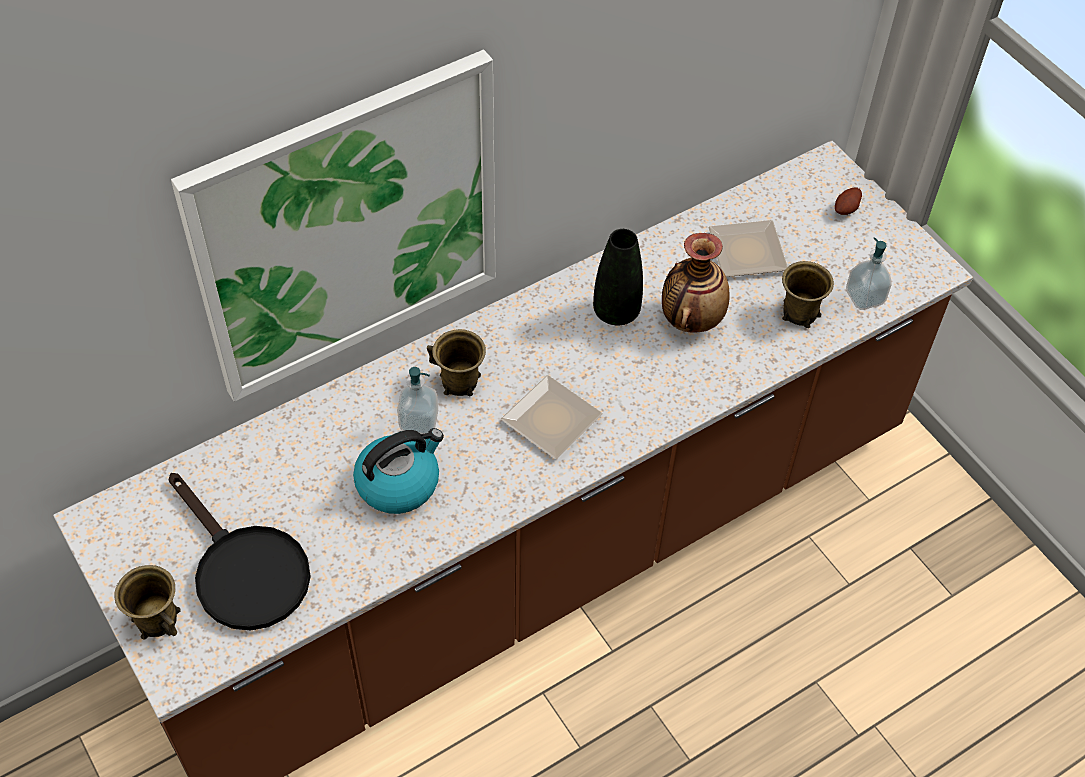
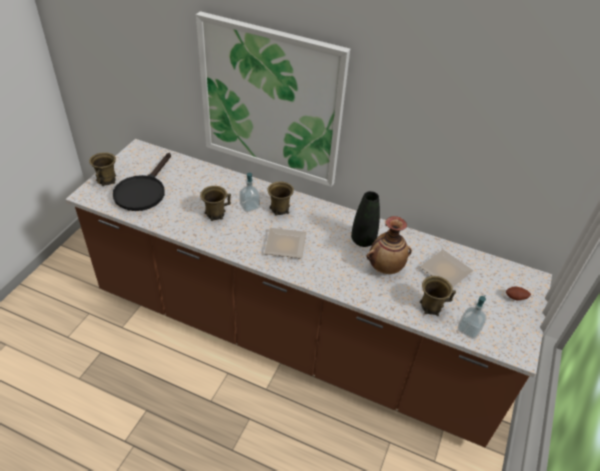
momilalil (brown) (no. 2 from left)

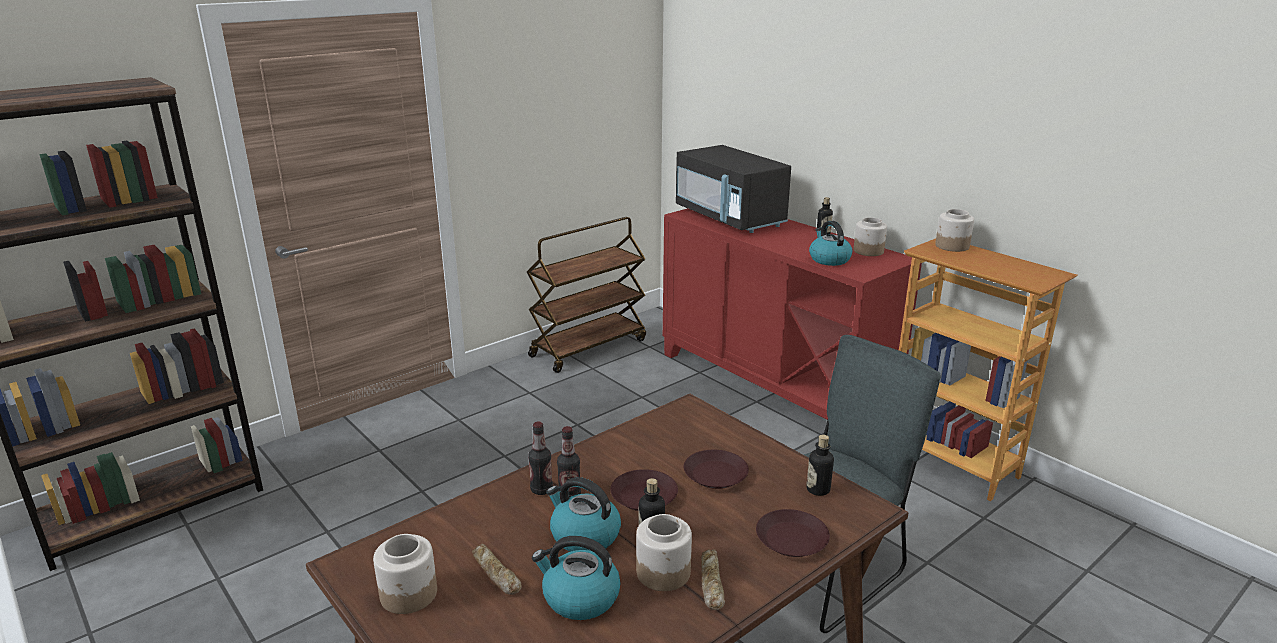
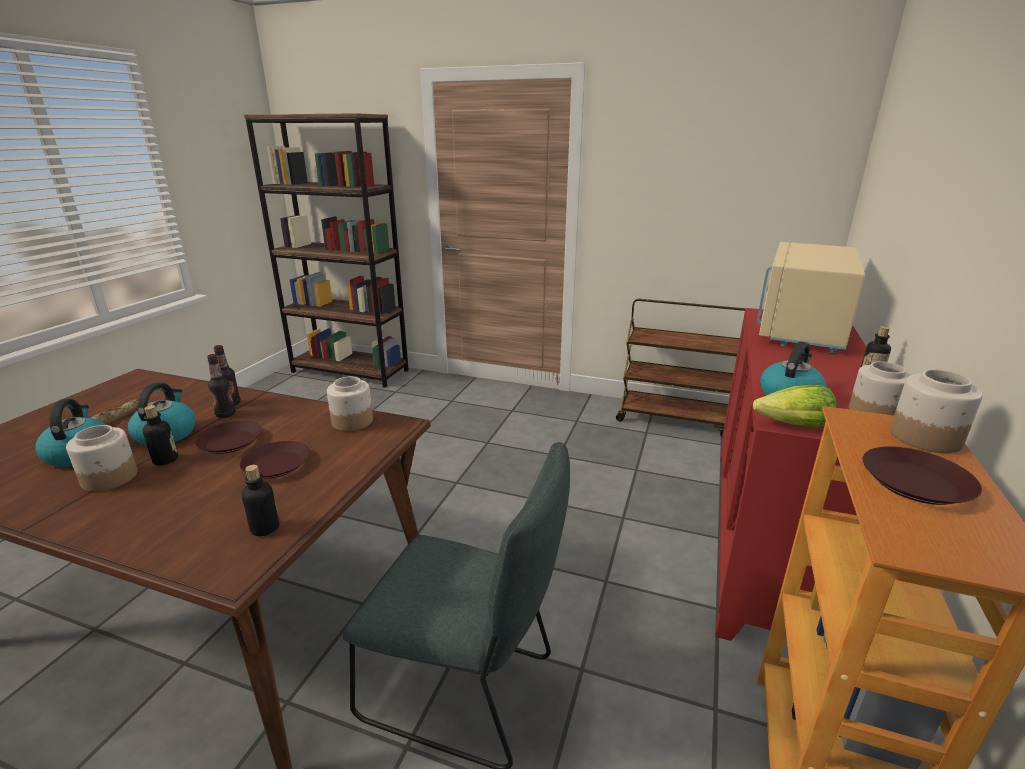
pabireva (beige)
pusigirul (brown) (no. 3 from left)
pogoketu (no. 2 from left)
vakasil (no. 2 from left in the first image)
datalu

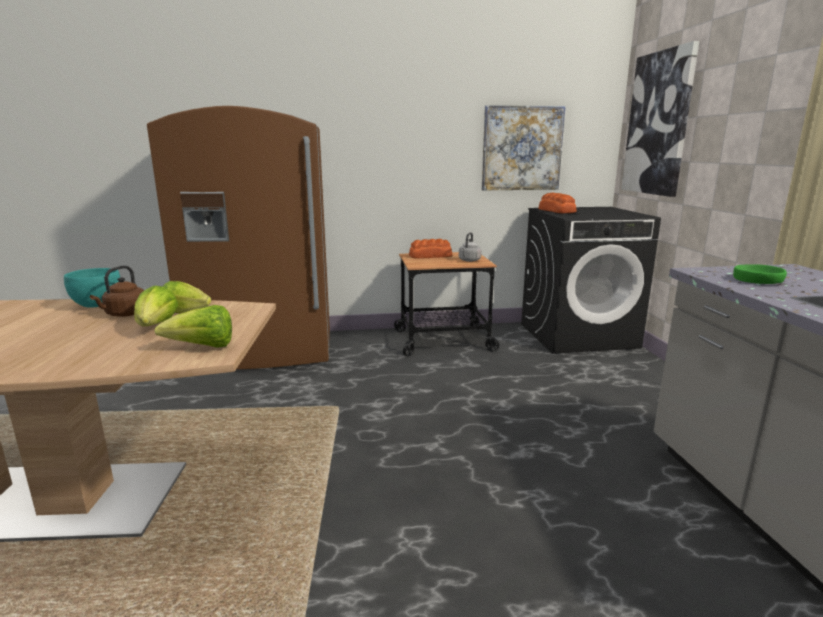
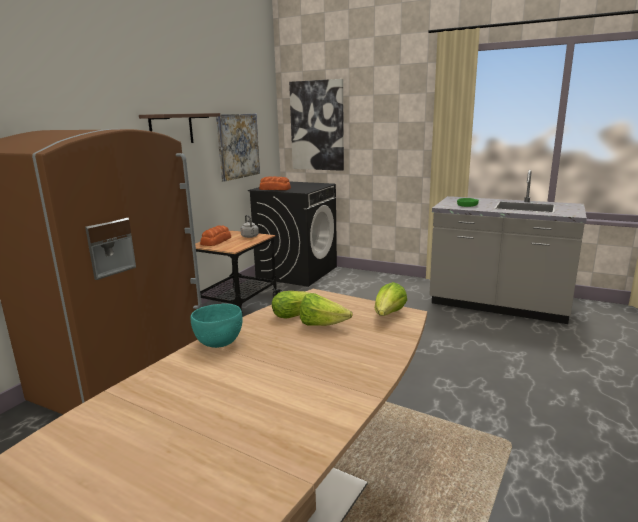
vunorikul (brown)
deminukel

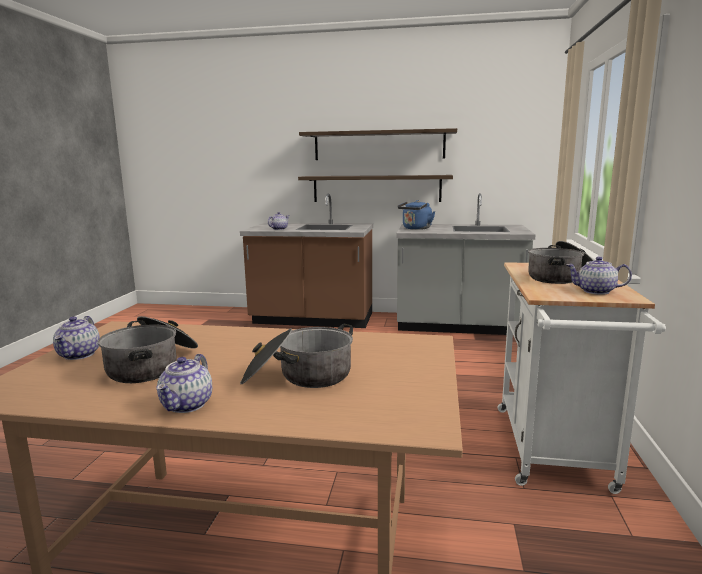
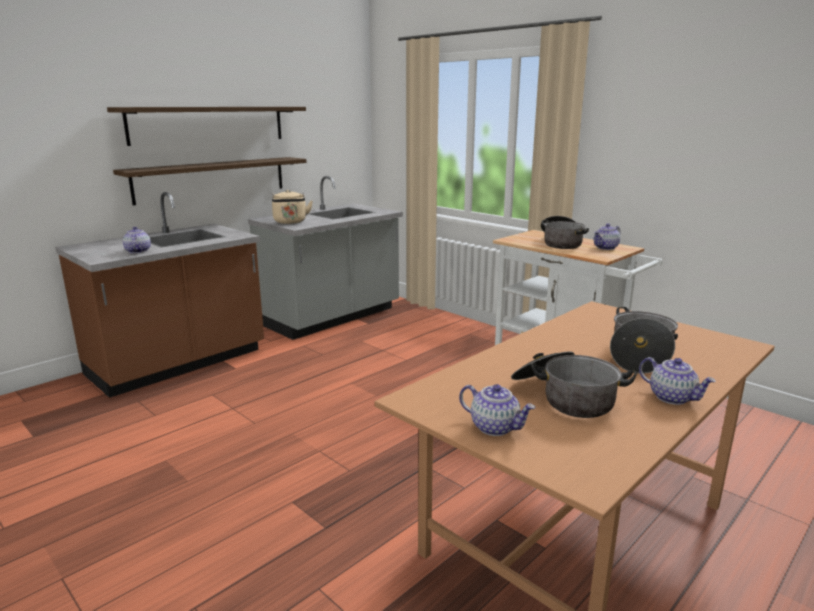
vunorikul (beige)

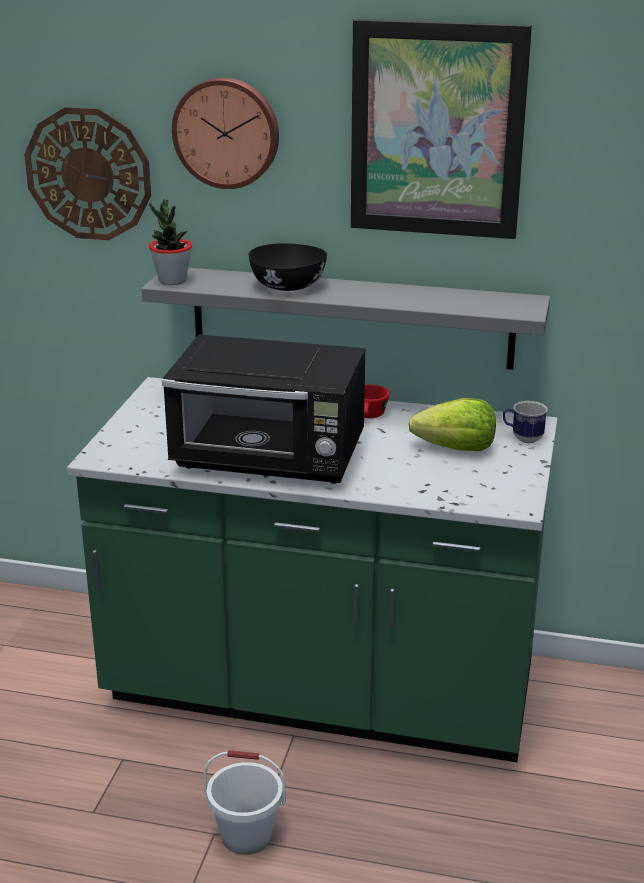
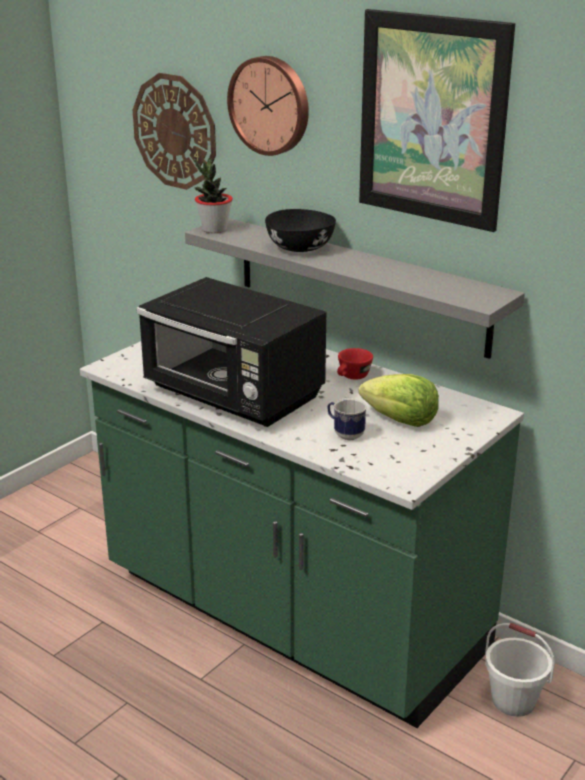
momilalil
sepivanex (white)

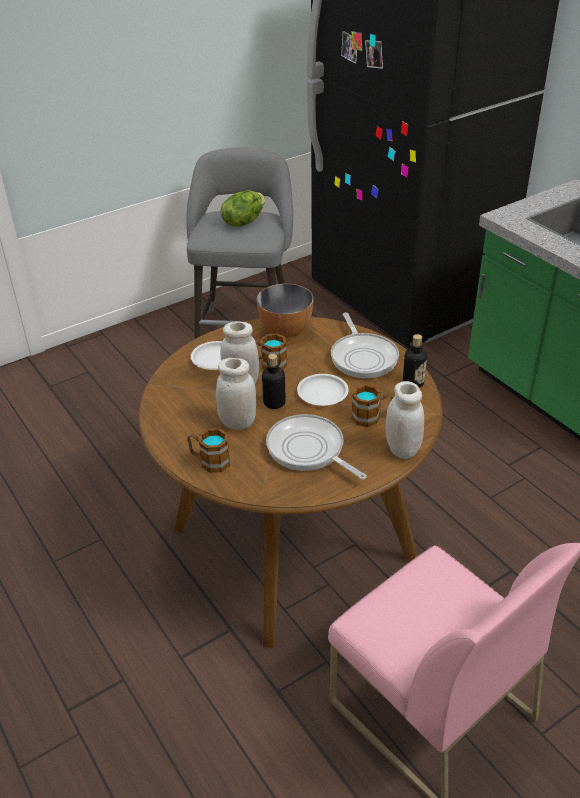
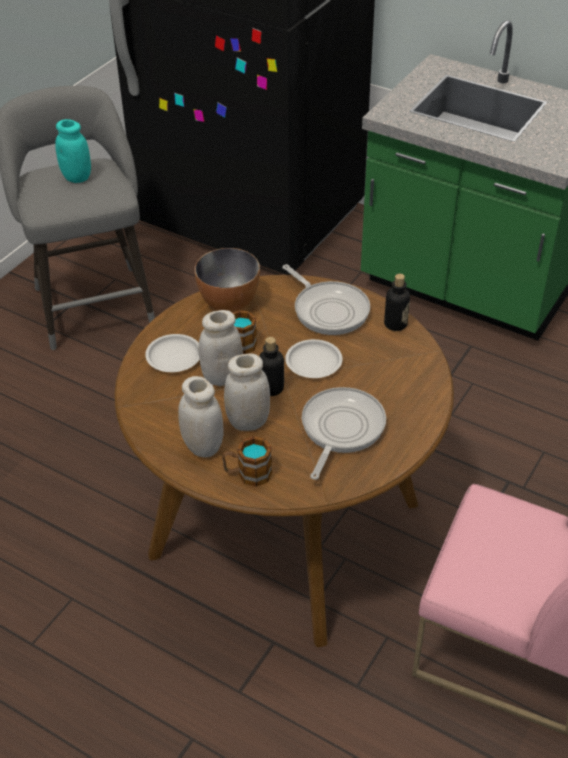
pogoketu (turquoise)
pogoketu (white) (no. 1 from left)
momilalil (no. 3 from left in the first image)
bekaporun (no. 2 from left)

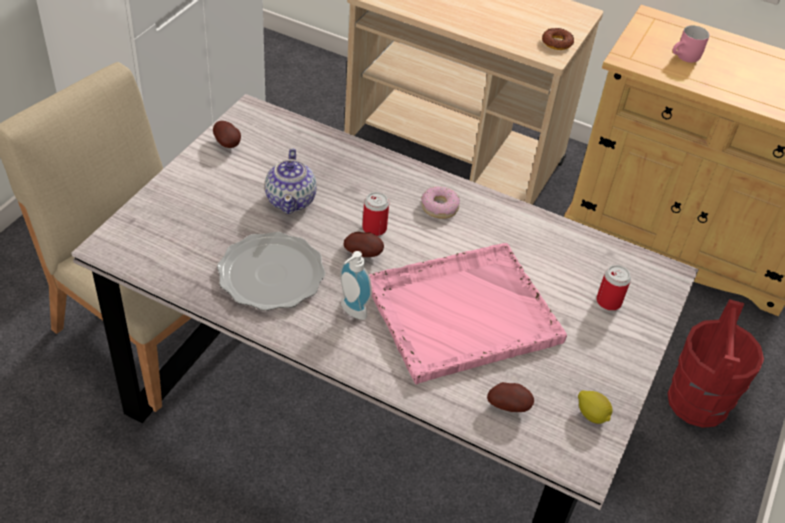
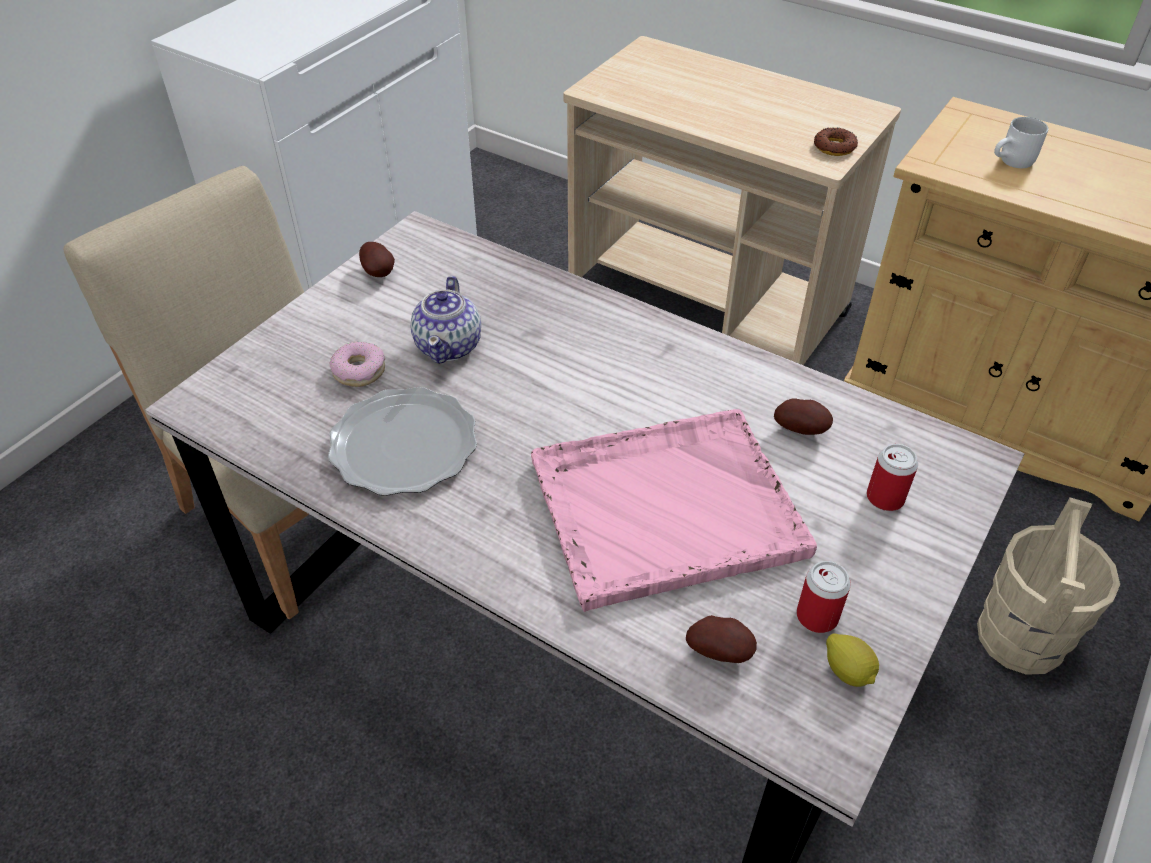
momilalil (white)
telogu (no. 1 from left)
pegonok (no. 1 from left)
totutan (no. 3 from left)
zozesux
sepivanex (beige)

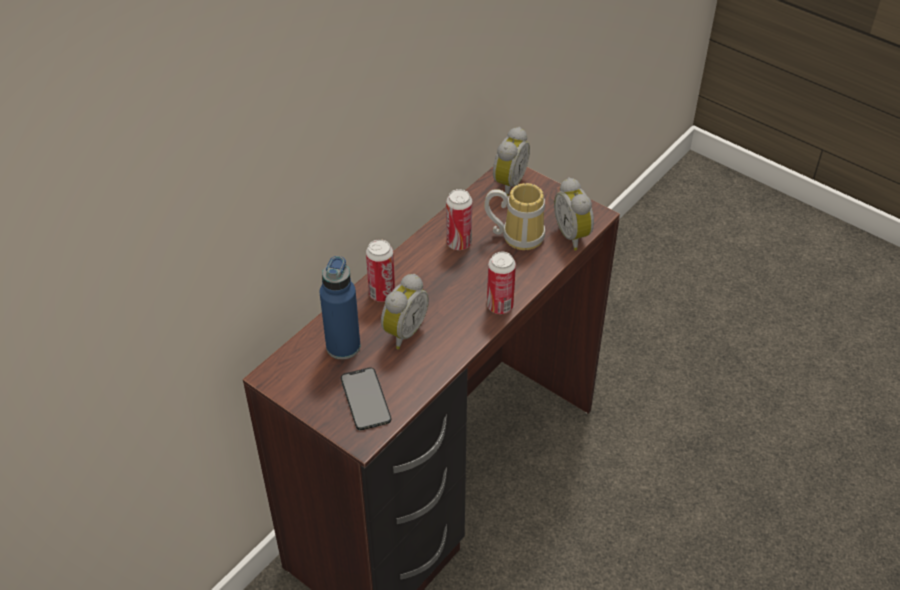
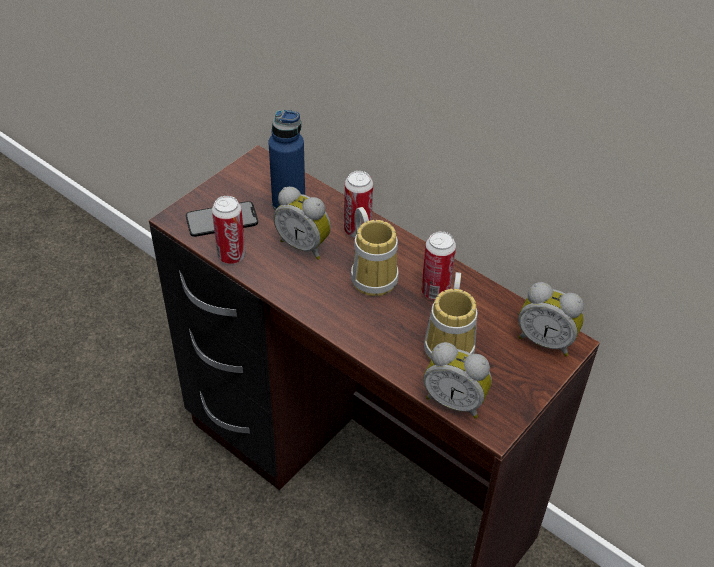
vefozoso (no. 2 from left)
pegonok (no. 1 from left)
momilalil (no. 1 from left)

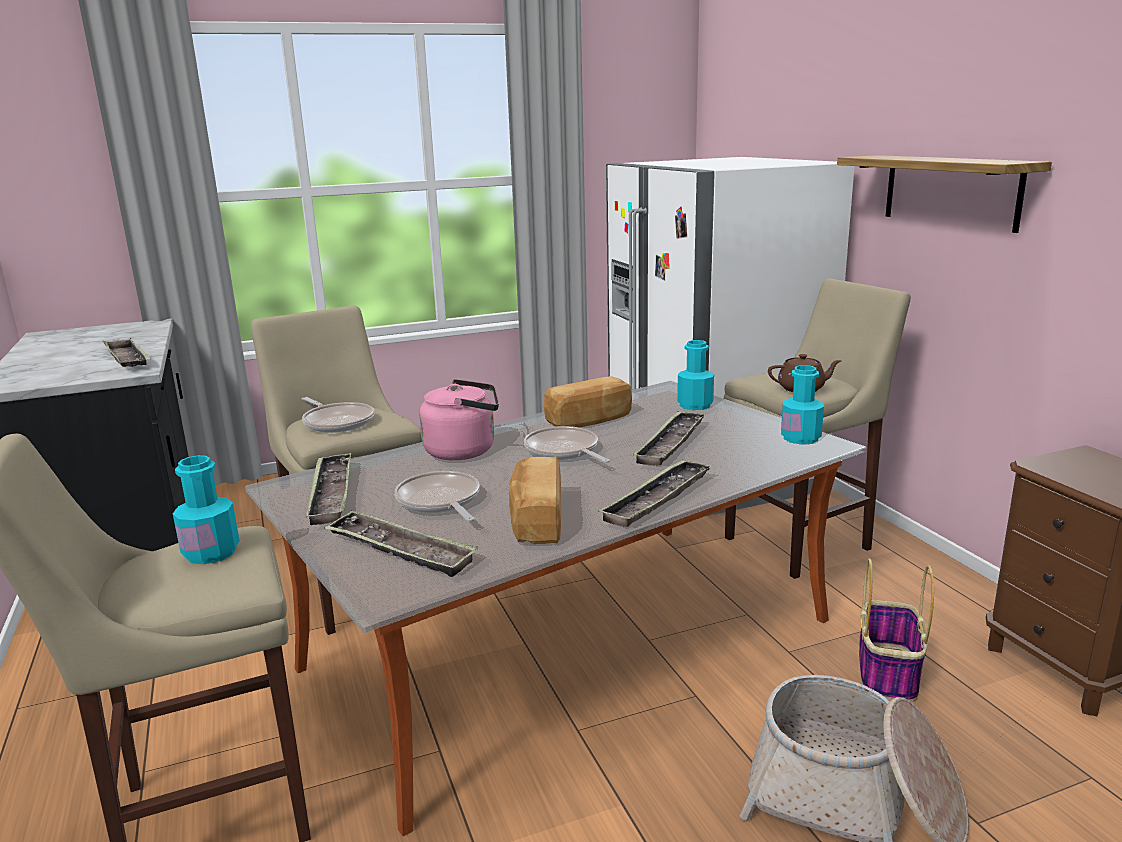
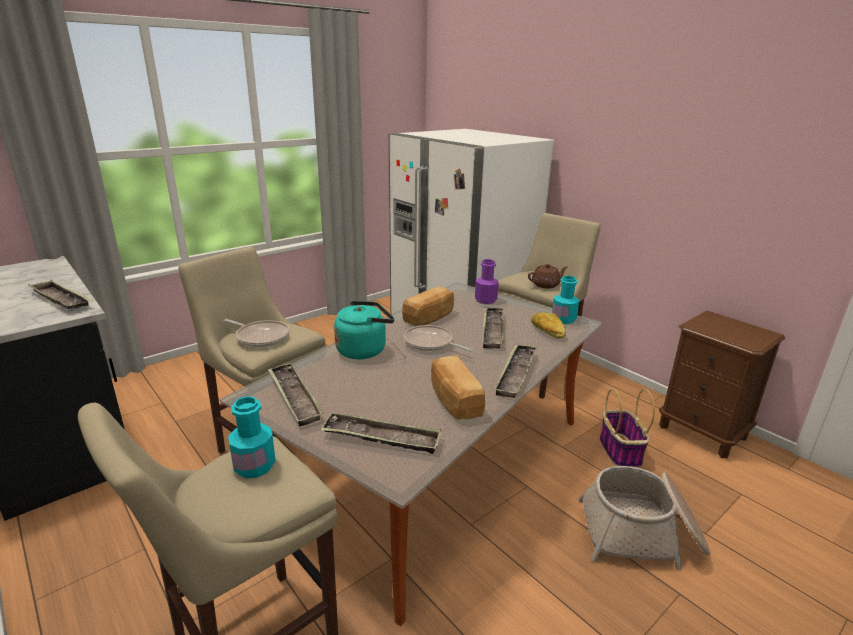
deminukel
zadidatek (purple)
vunorikul (turquoise)
bekaporun (no. 2 from left in the first image)
vakasil (no. 3 from left)

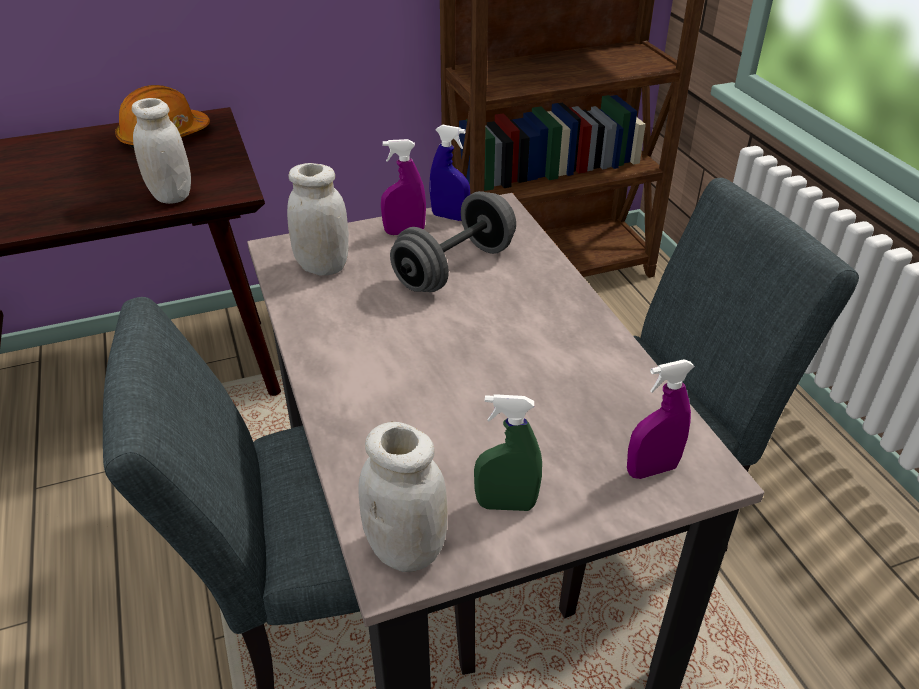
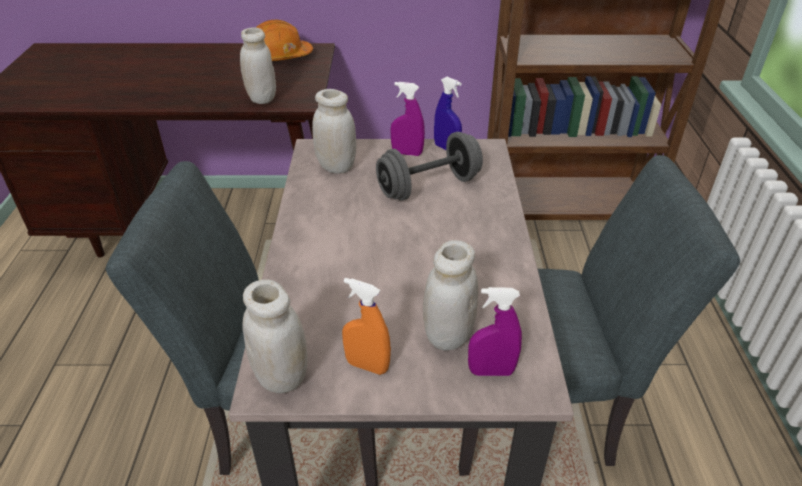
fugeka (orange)
pogoketu (white) (no. 4 from left)

